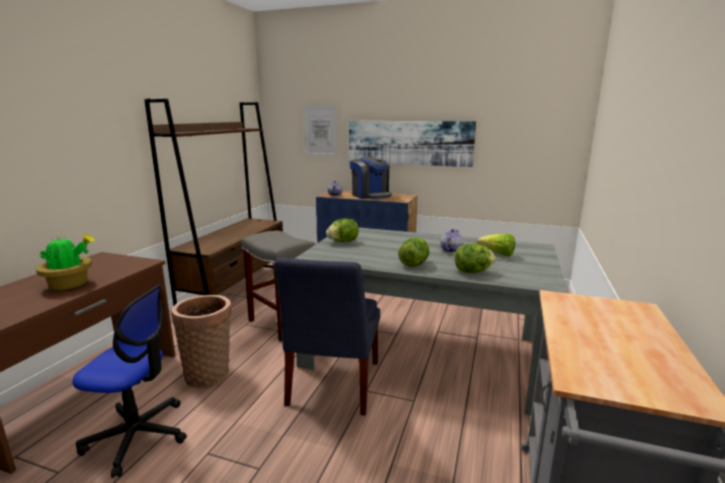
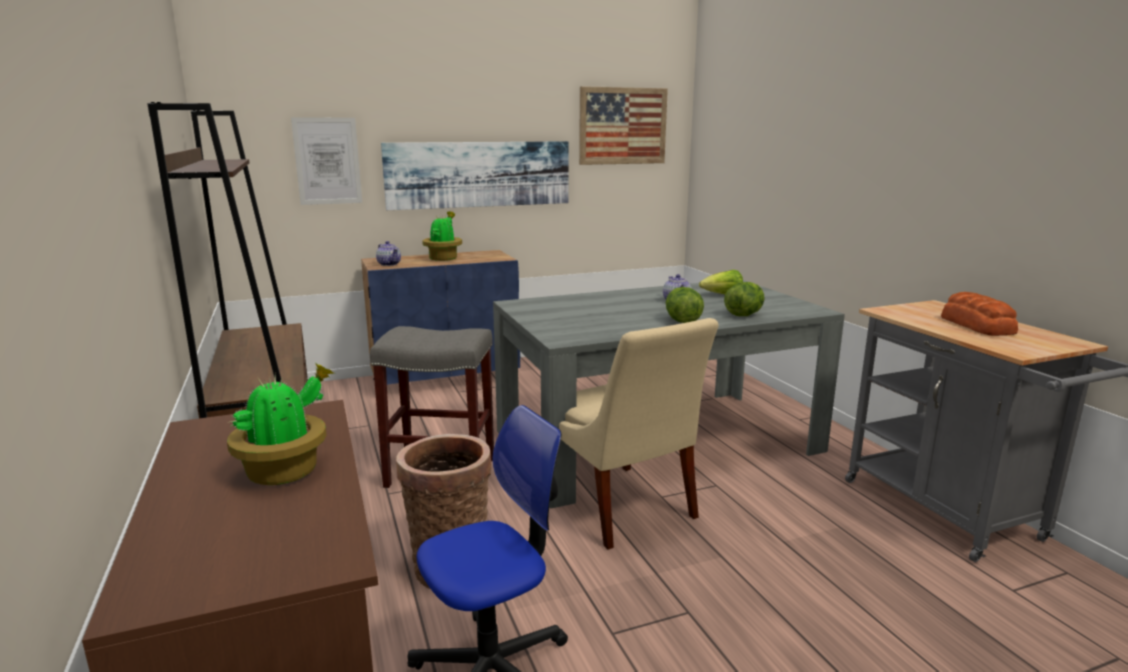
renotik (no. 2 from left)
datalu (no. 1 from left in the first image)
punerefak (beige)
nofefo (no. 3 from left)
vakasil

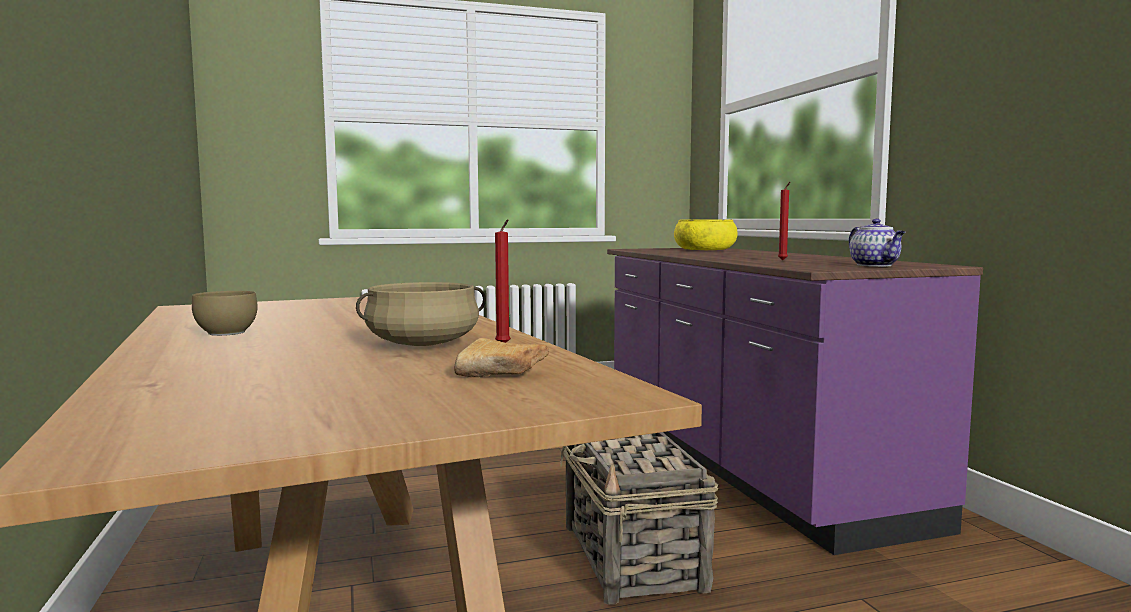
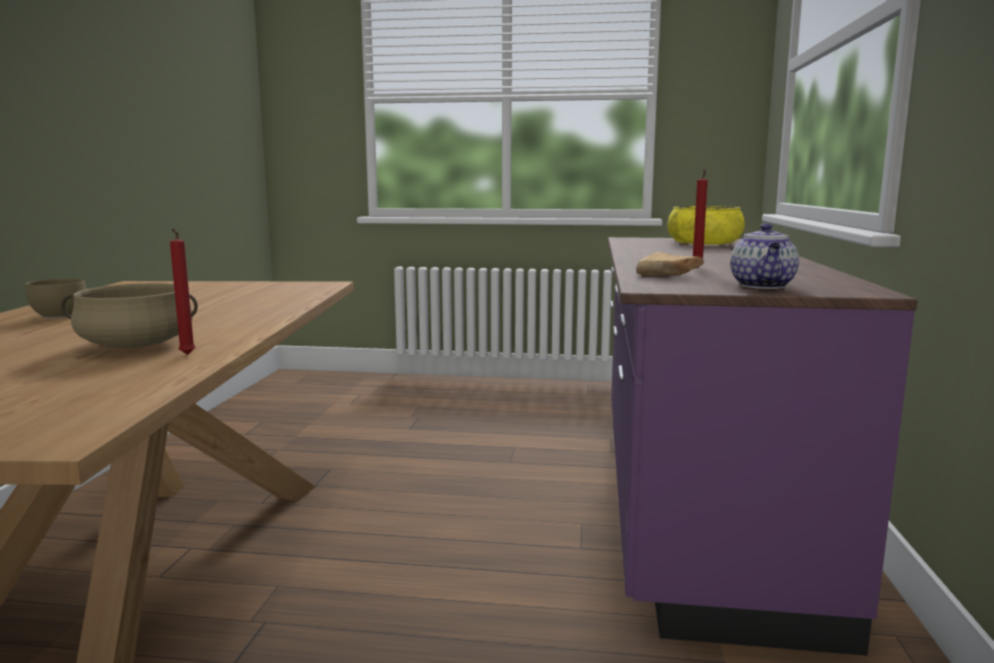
vakasil
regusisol

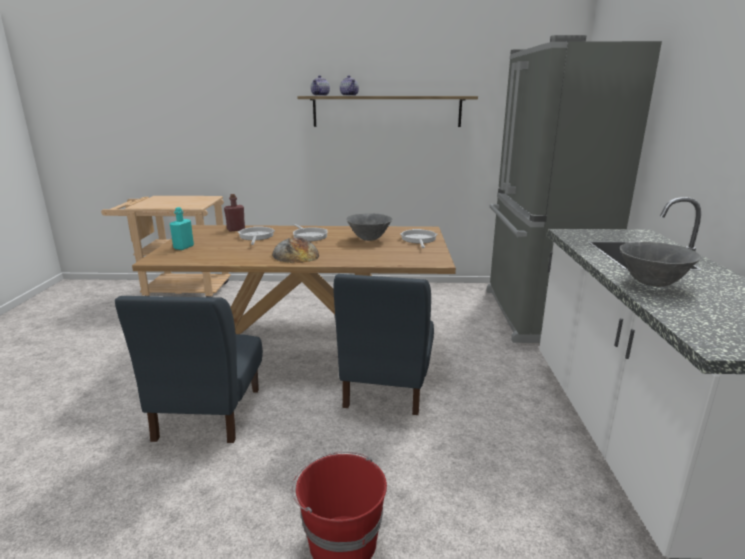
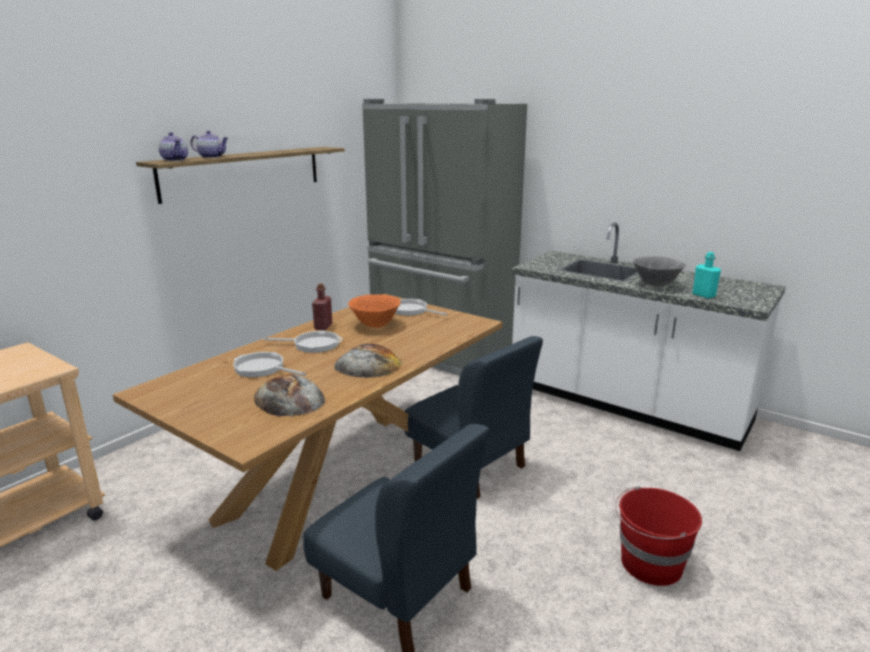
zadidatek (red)
zadidatek (turquoise)
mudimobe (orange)
vakasil (no. 1 from left)

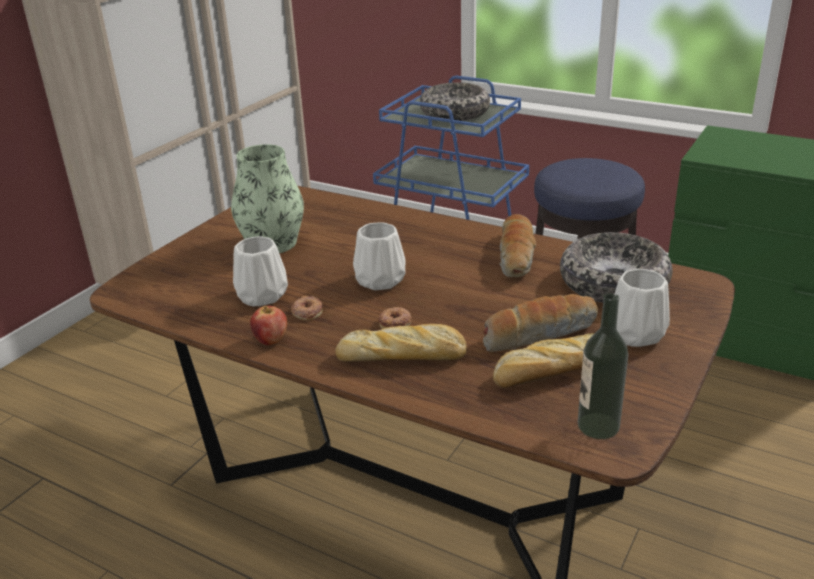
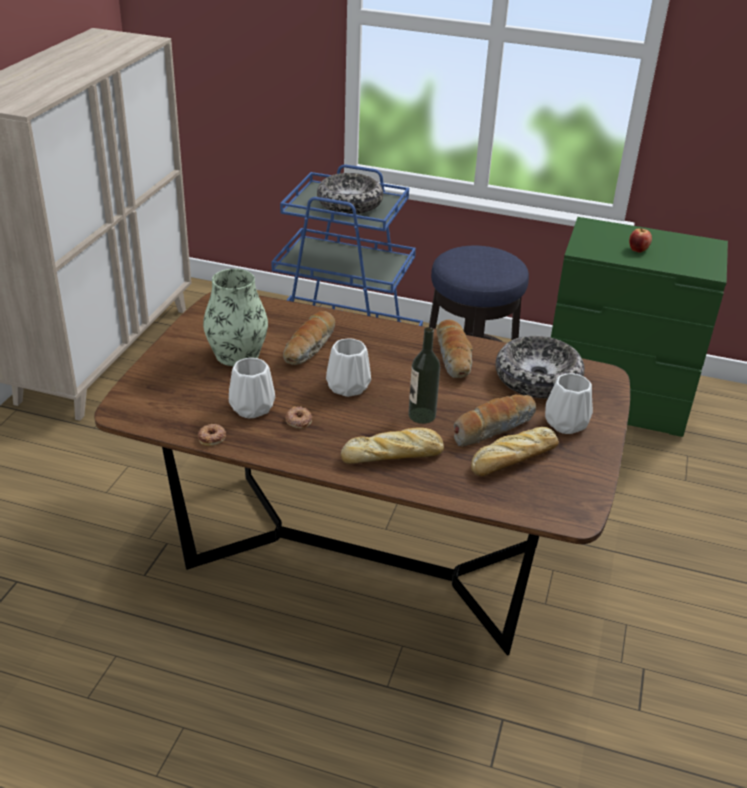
zadidatek
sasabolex
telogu (no. 1 from left)
vakasil (no. 1 from left)

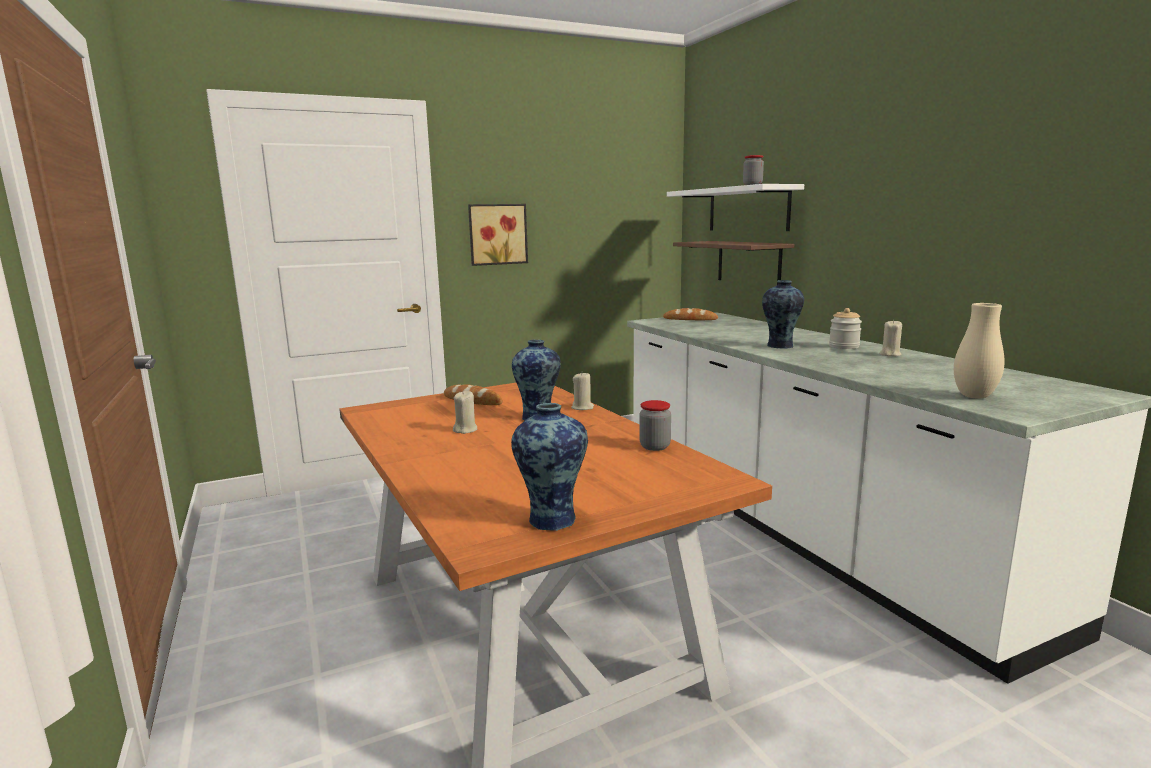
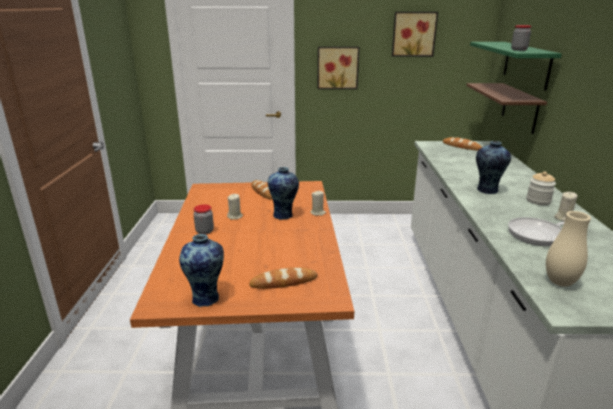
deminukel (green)
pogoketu (no. 1 from left)
nofefo (no. 2 from left)
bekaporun
vakasil (no. 2 from left)

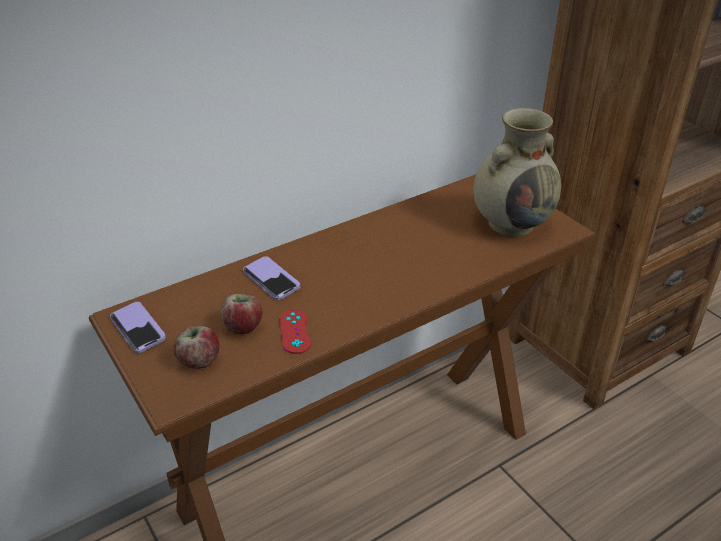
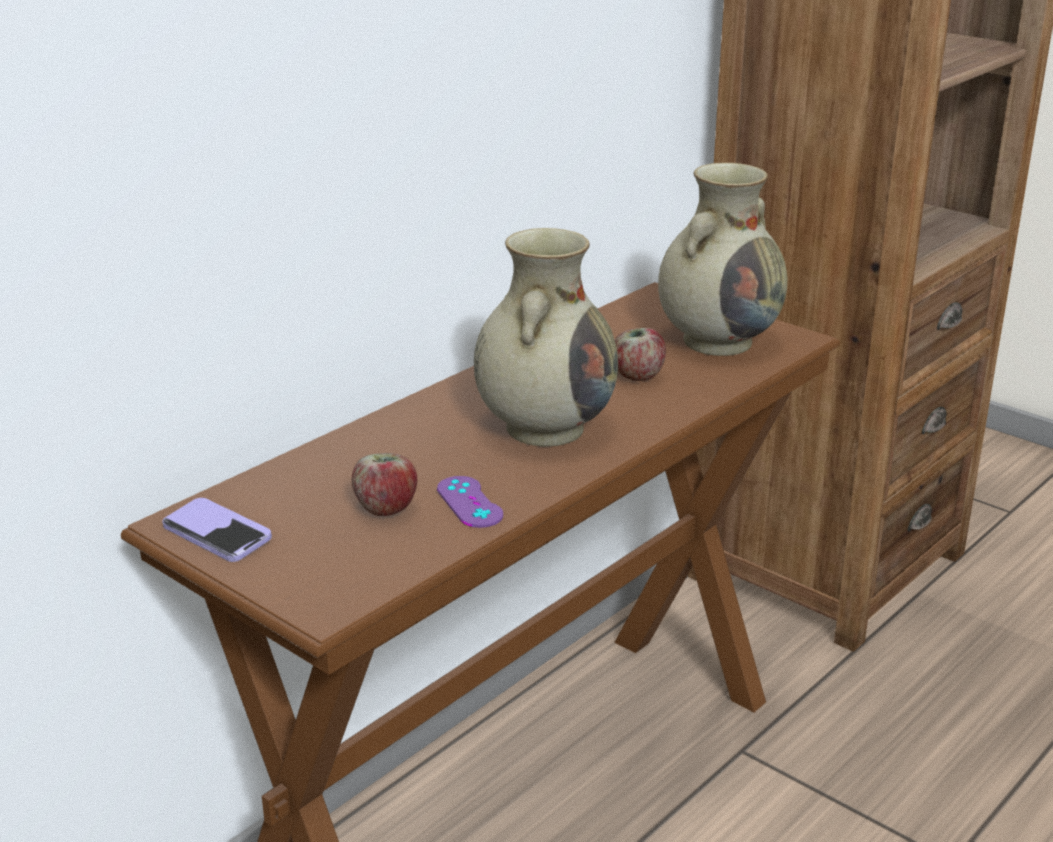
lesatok (no. 2 from left in the first image)
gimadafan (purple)
sasabolex (no. 2 from left)
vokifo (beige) (no. 1 from left)

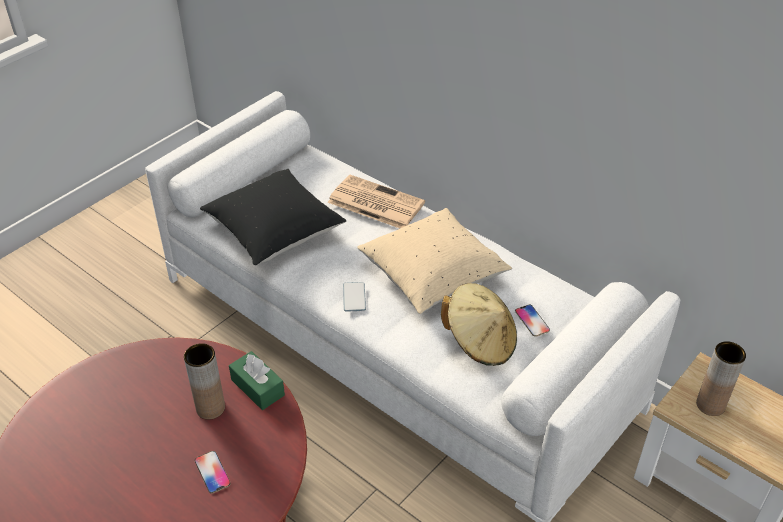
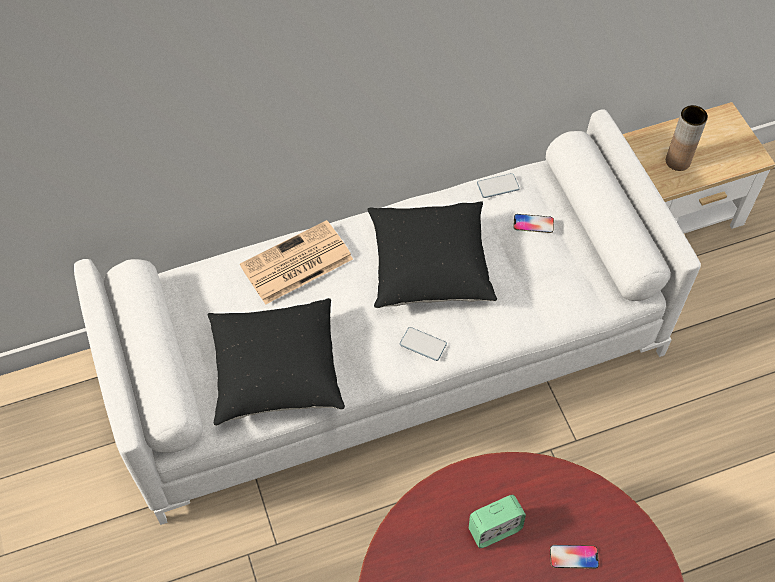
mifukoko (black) (no. 2 from left)
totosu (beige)
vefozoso
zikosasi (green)
lesatok (no. 2 from left)

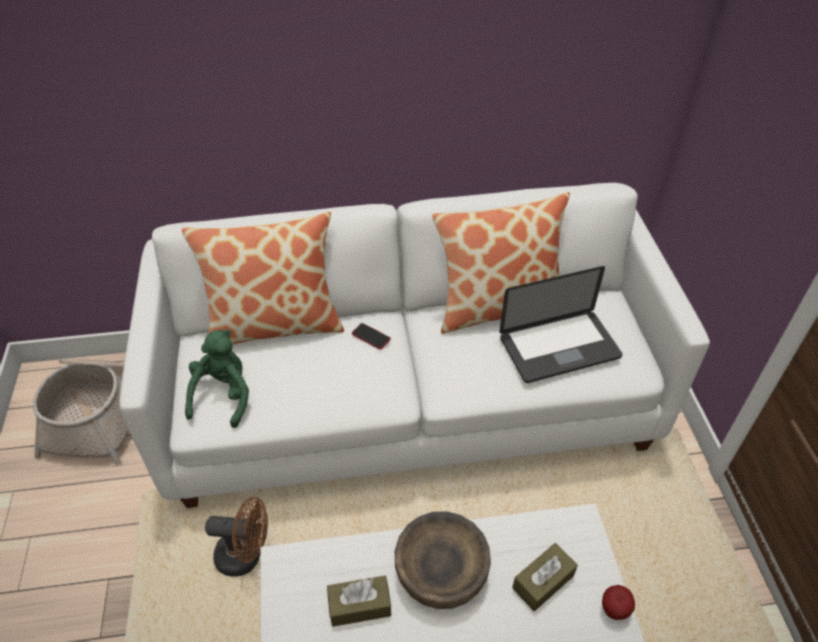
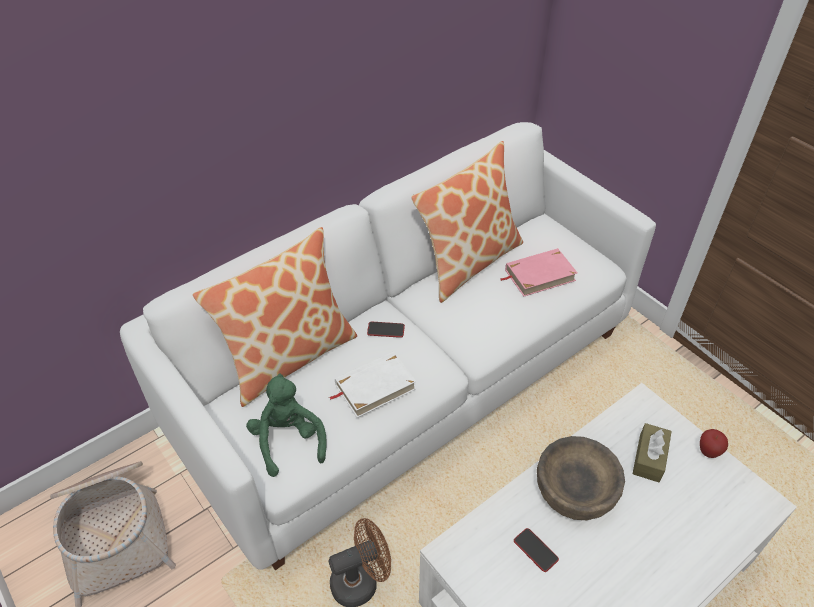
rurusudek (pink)
lesatok (no. 2 from left)
rurusudek (white)

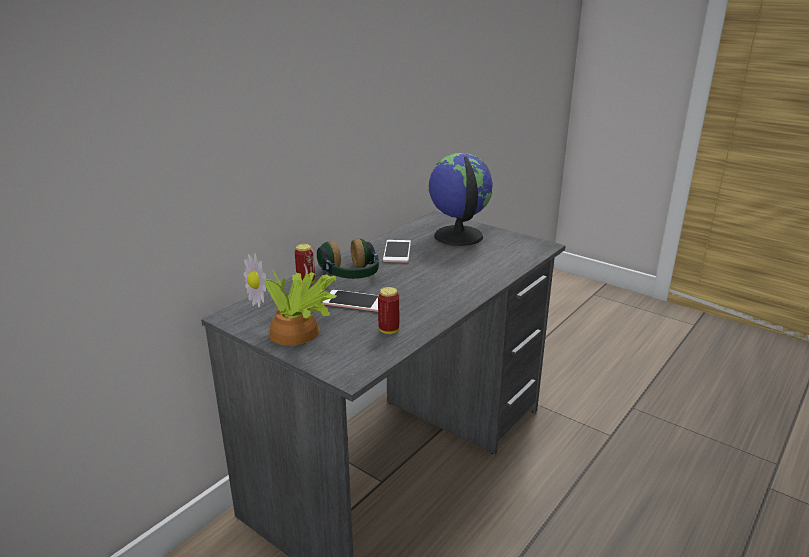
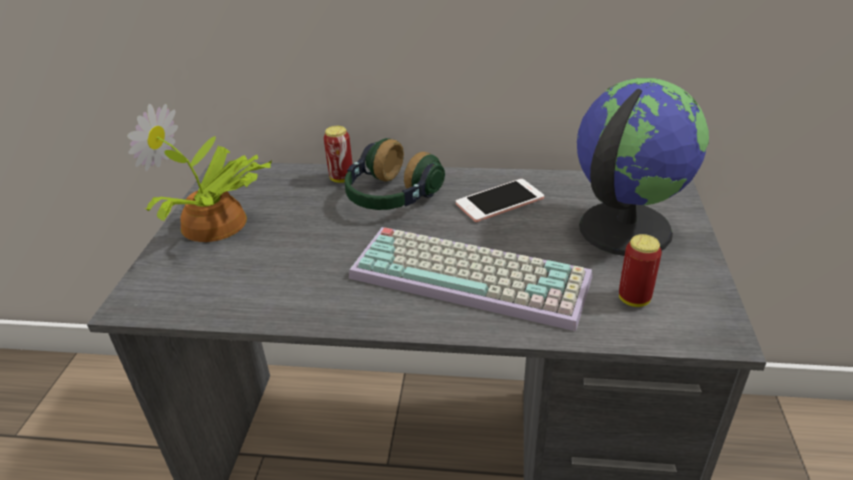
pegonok (no. 2 from left)
lesatok (no. 1 from left in the first image)
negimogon

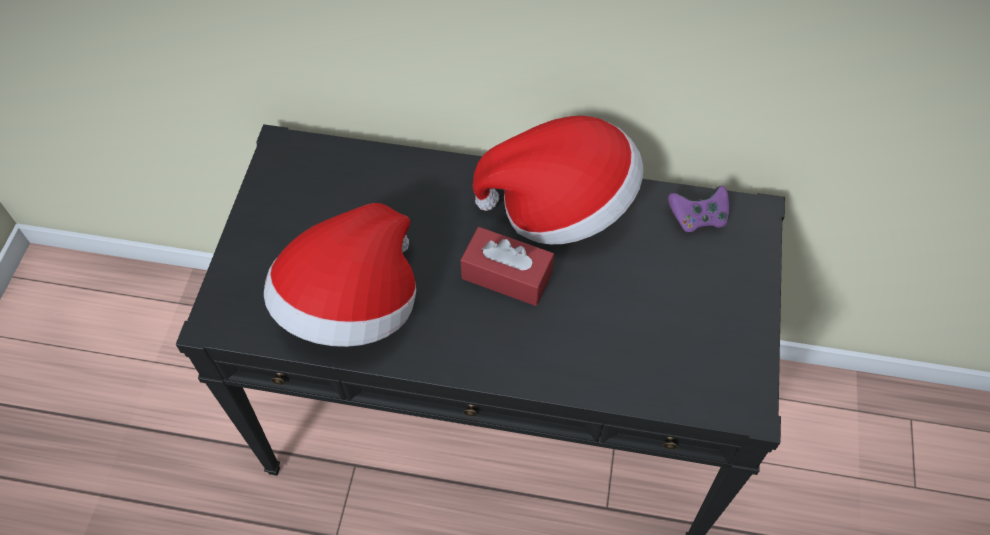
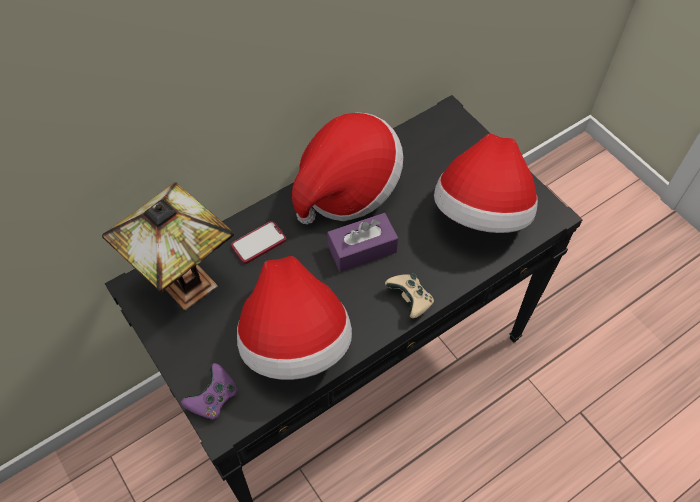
gimadafan (purple)
zikosasi (purple)
totosu (no. 3 from left)
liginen
lesatok
gimadafan (beige)

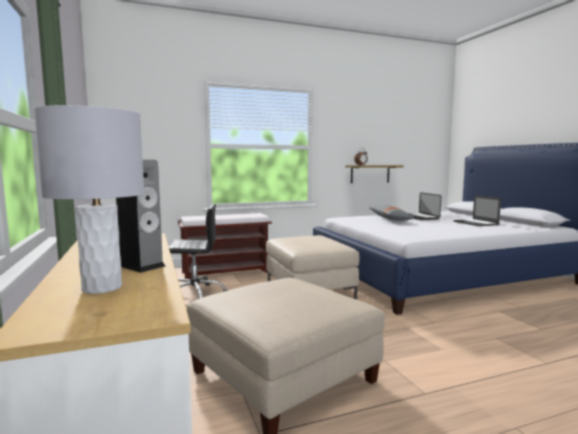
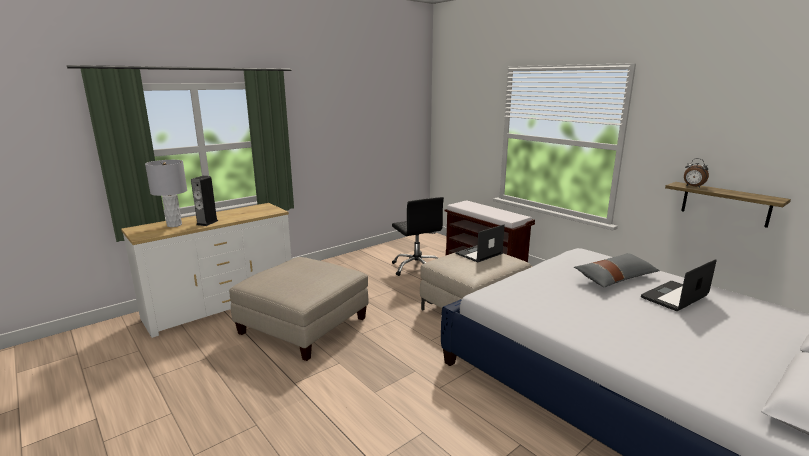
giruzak (no. 1 from left)

